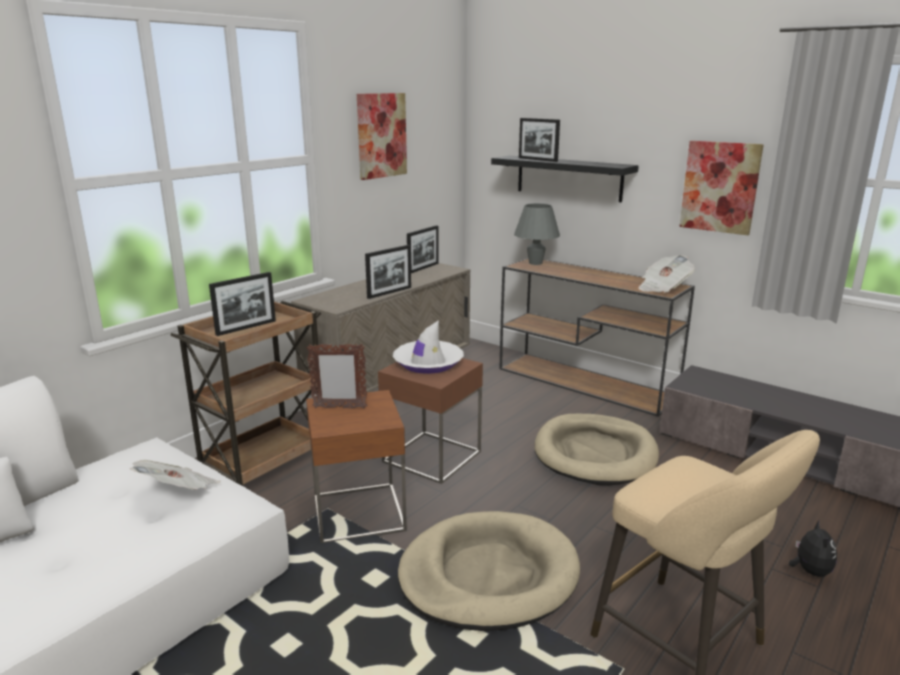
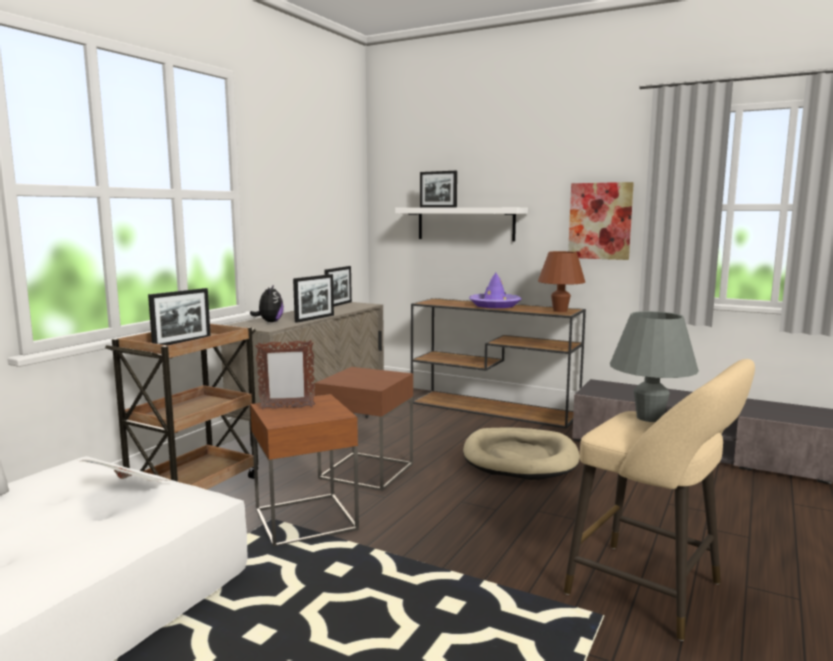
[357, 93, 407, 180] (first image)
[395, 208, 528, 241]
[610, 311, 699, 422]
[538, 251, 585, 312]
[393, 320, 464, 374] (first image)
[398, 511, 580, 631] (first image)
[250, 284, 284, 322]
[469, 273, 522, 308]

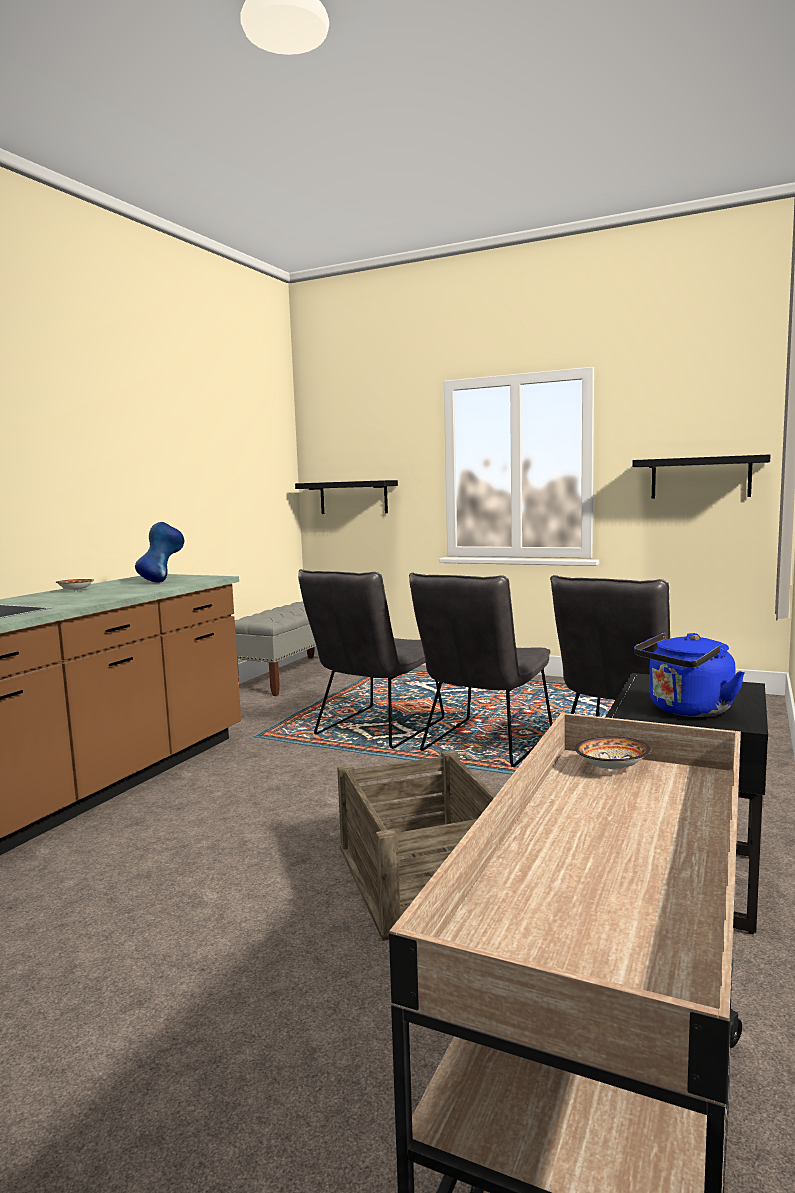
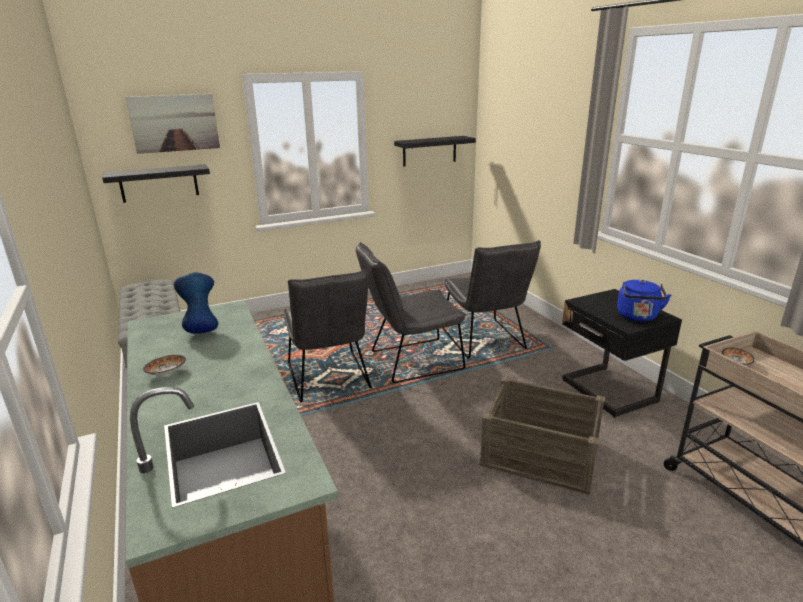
[356, 242, 466, 383]
[125, 94, 220, 154]

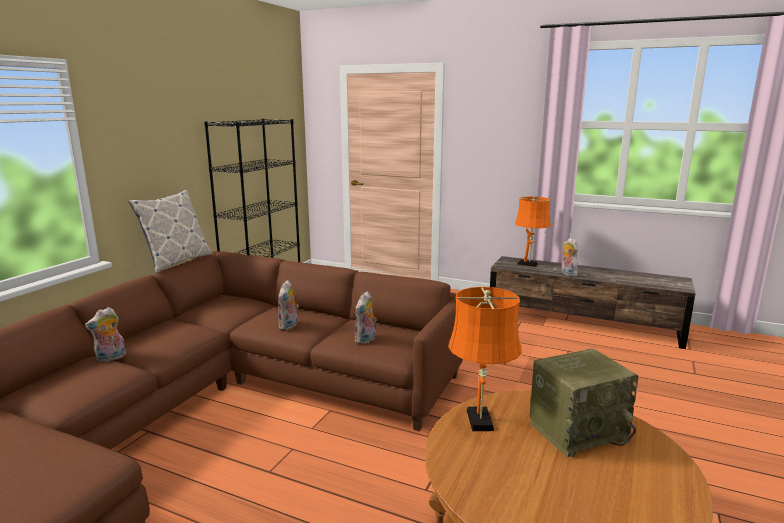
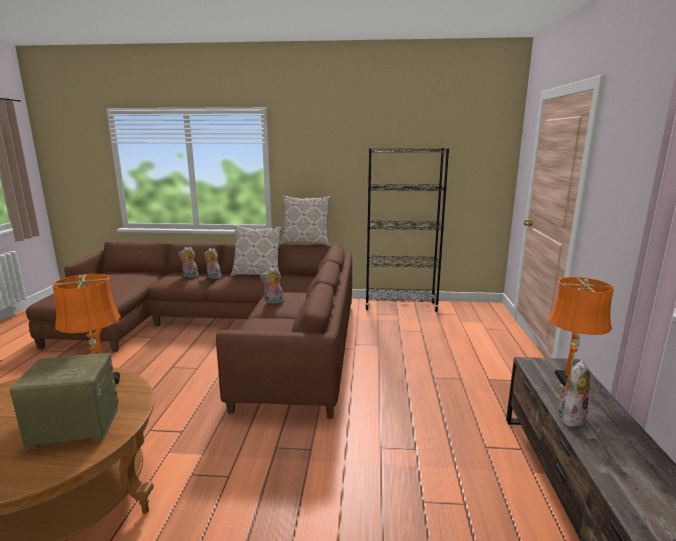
[178, 247, 199, 278]
[10, 353, 119, 450]
[230, 225, 282, 276]

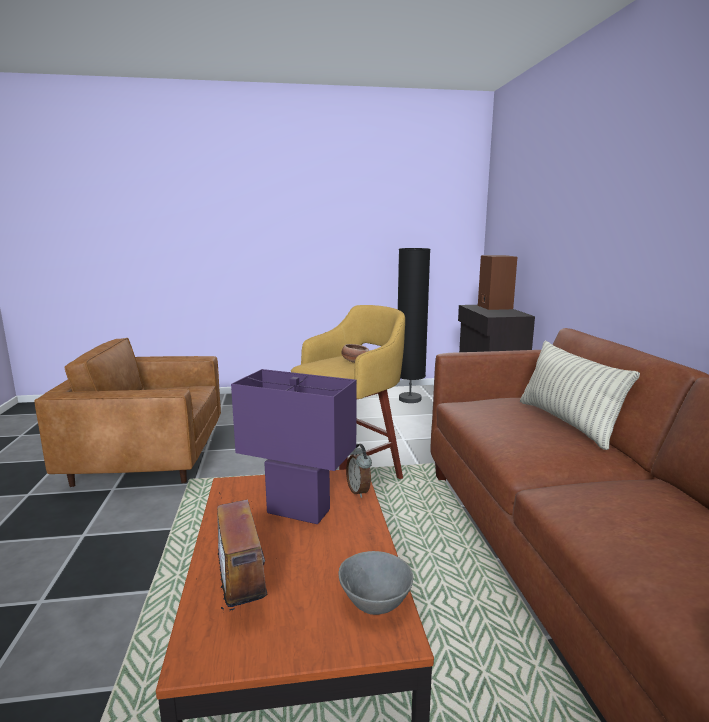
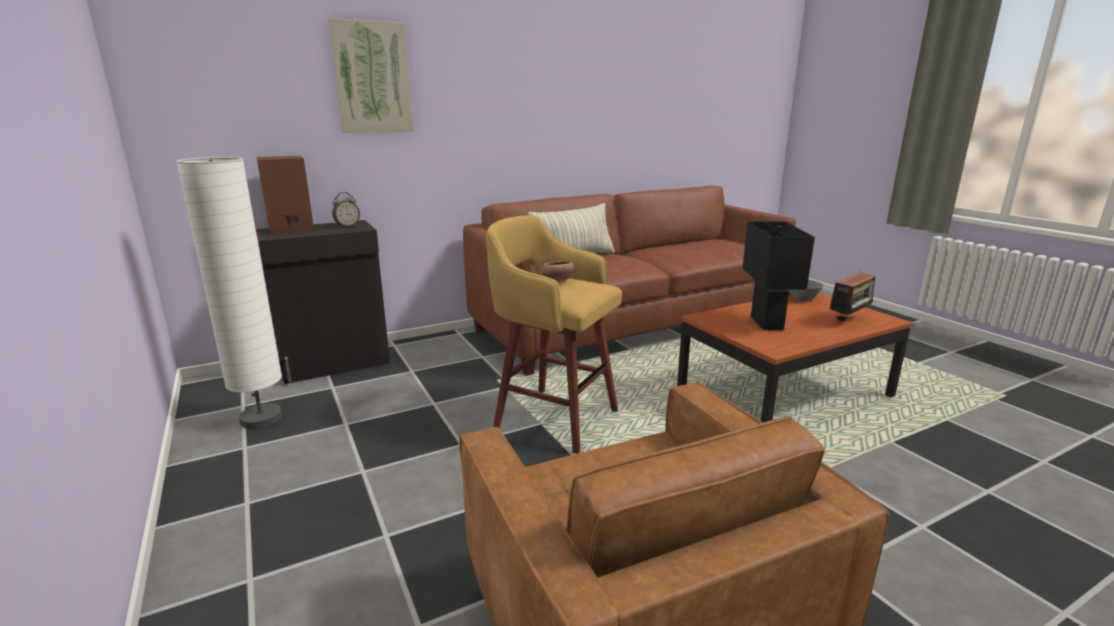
[176, 157, 282, 429]
[743, 221, 815, 330]
[332, 192, 360, 228]
[328, 18, 414, 133]

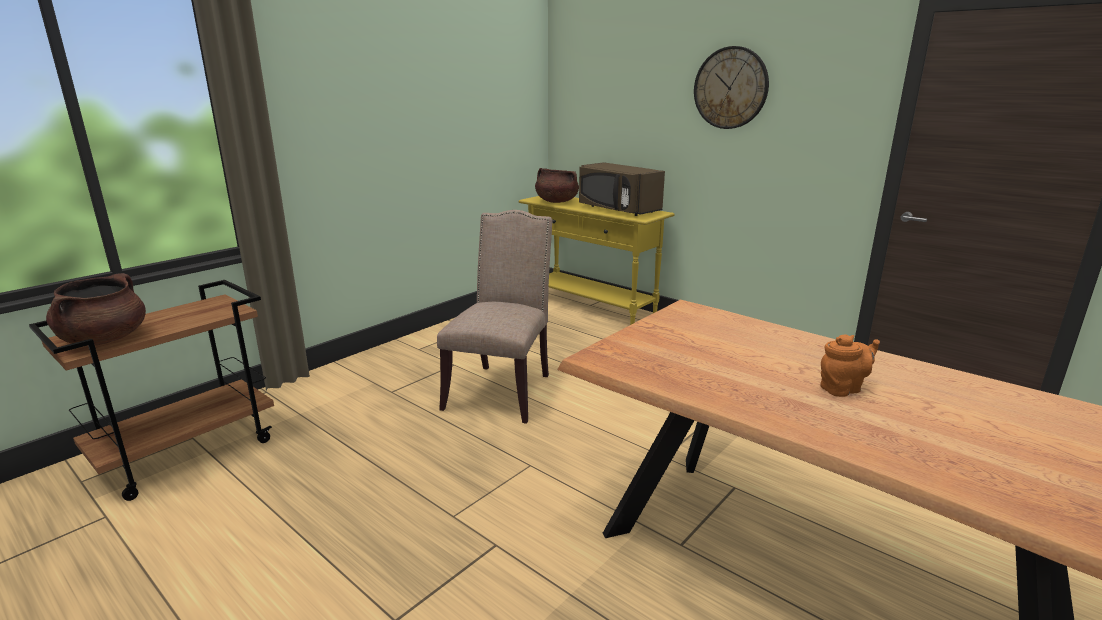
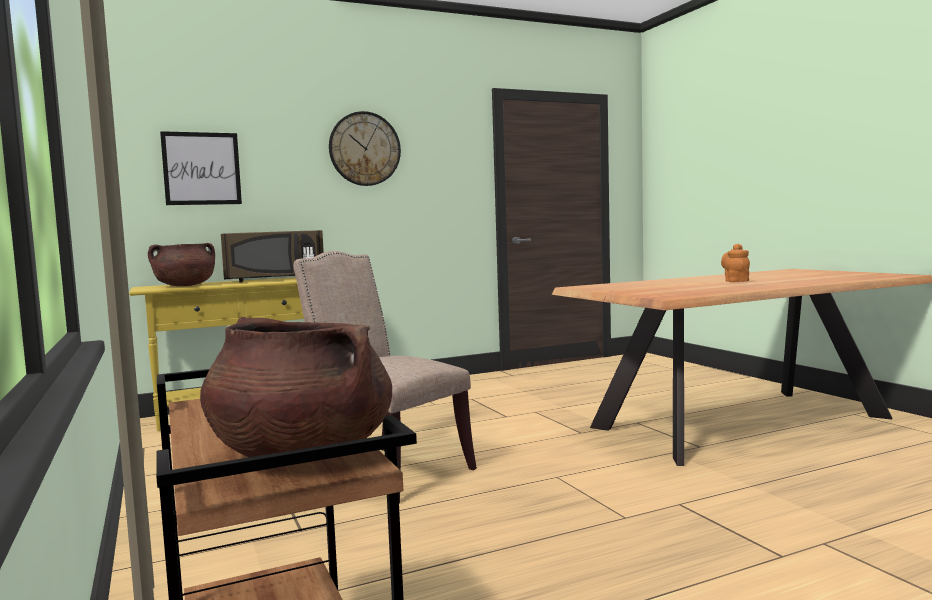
[160, 131, 242, 205]

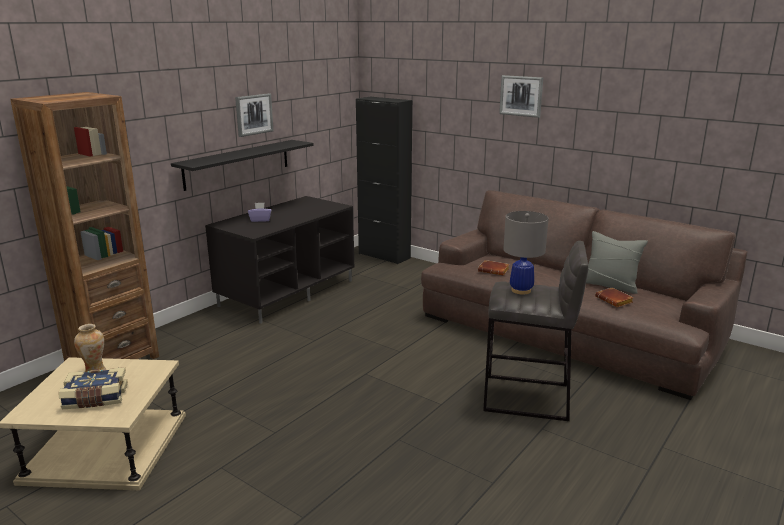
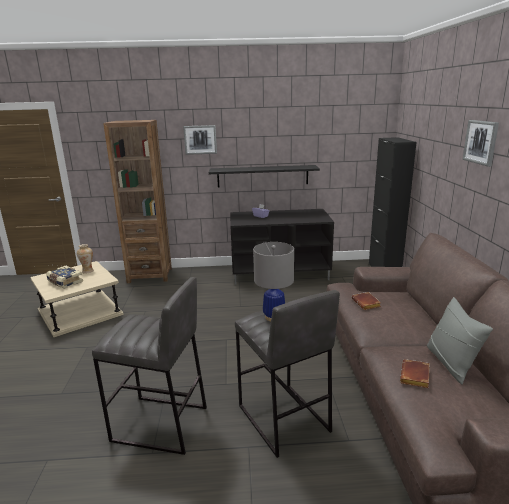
[183, 125, 217, 155]
[92, 277, 207, 455]

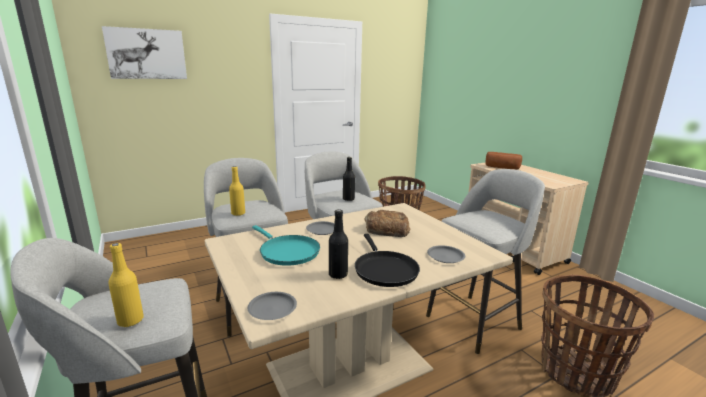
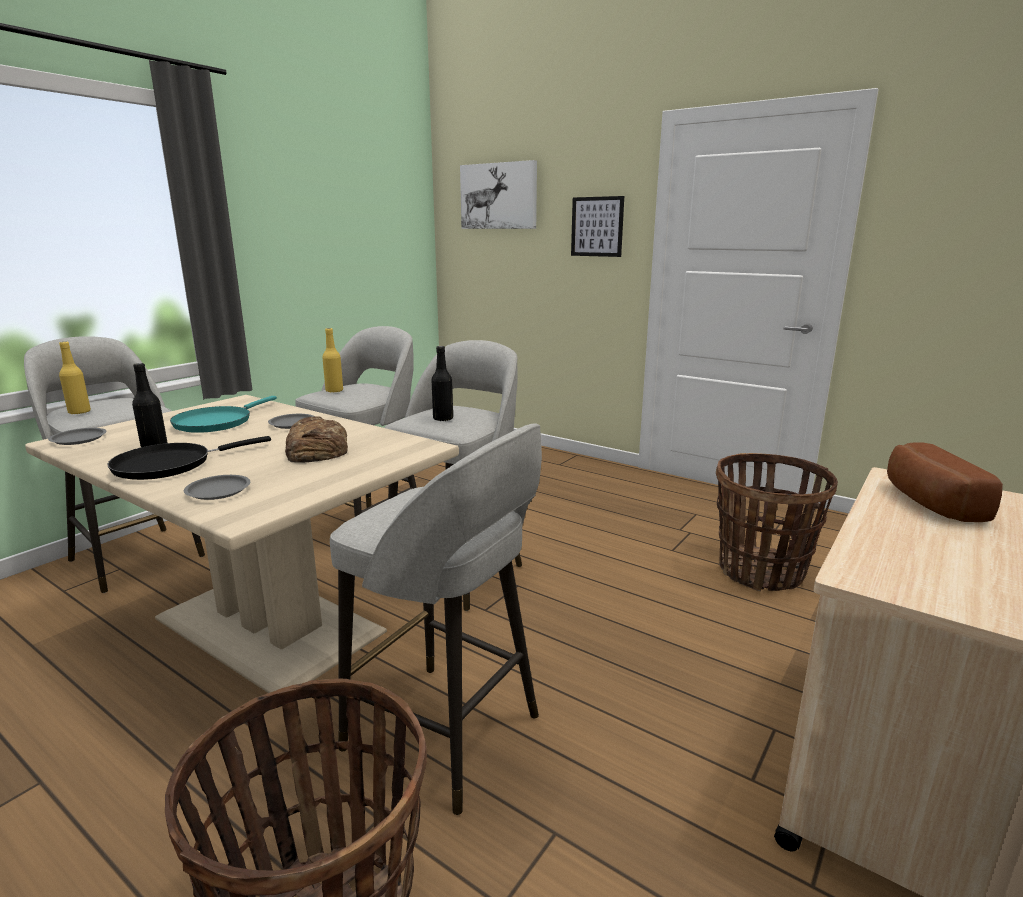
[571, 196, 624, 257]

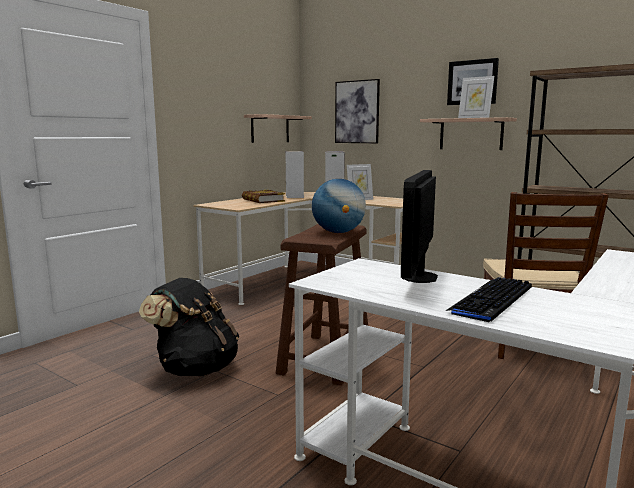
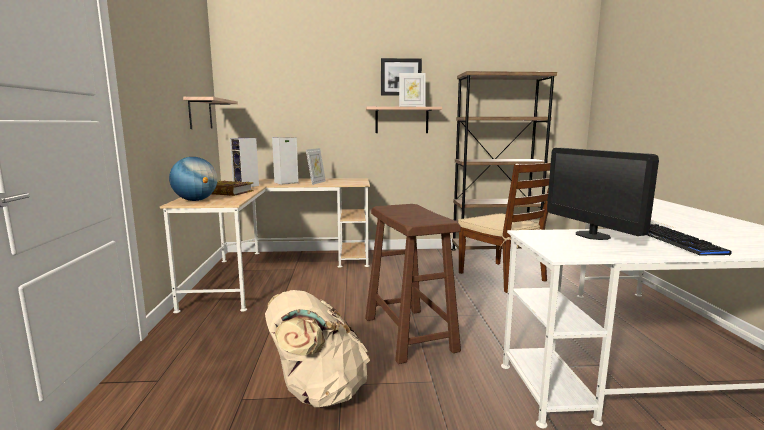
[335, 79, 380, 143] (first image)
[169, 157, 217, 201]
[265, 290, 370, 407]

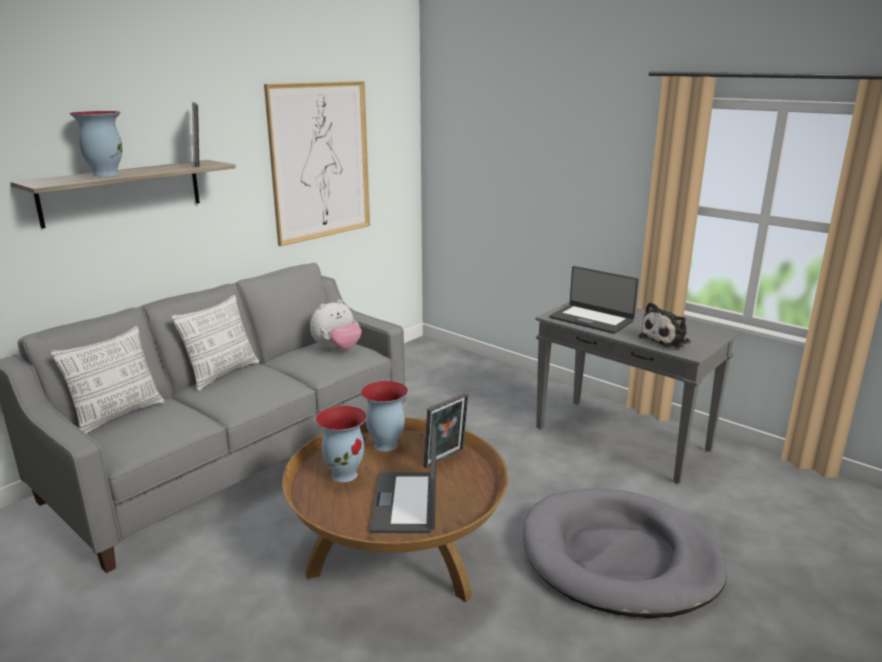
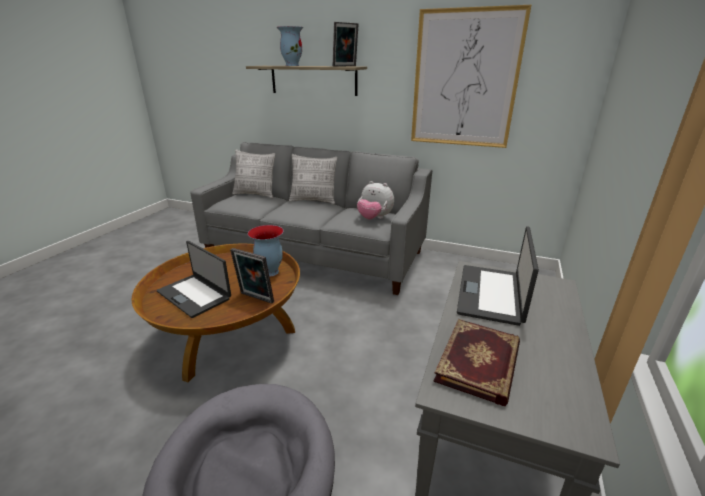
[433, 319, 520, 406]
[315, 405, 367, 482] (first image)
[157, 241, 231, 318]

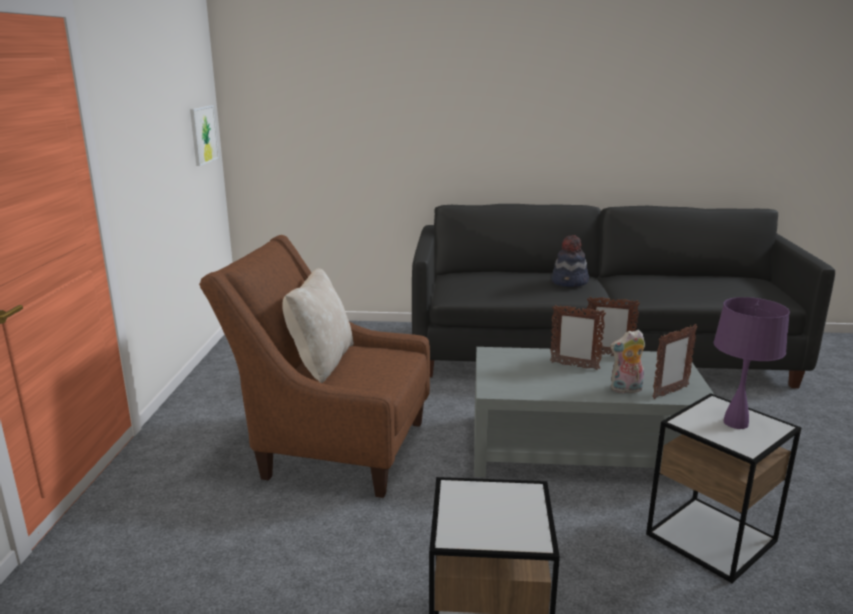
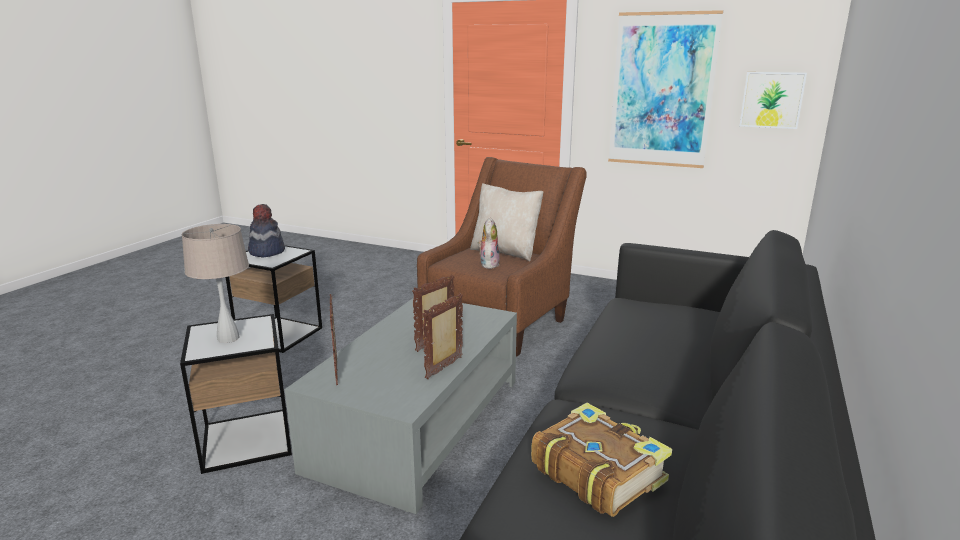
[248, 204, 285, 257]
[182, 224, 249, 343]
[478, 217, 500, 269]
[608, 10, 723, 168]
[531, 403, 672, 517]

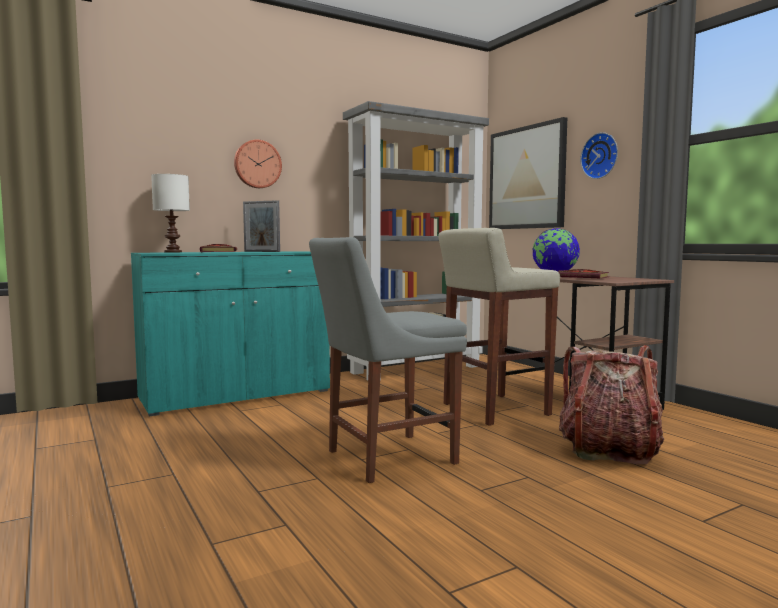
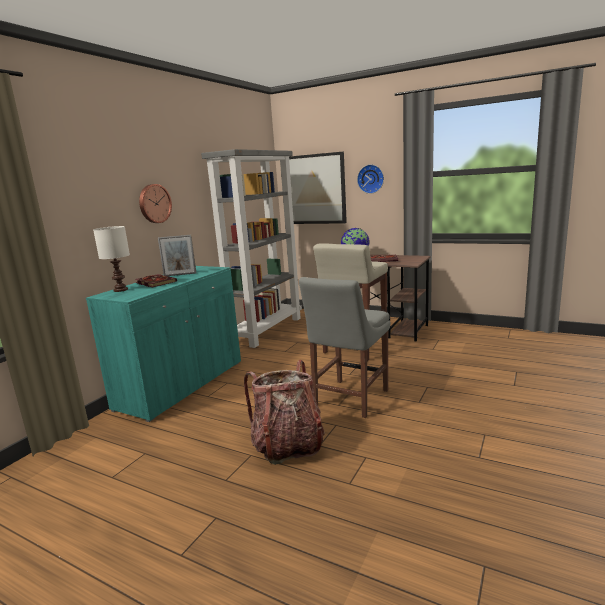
[244, 360, 325, 465]

